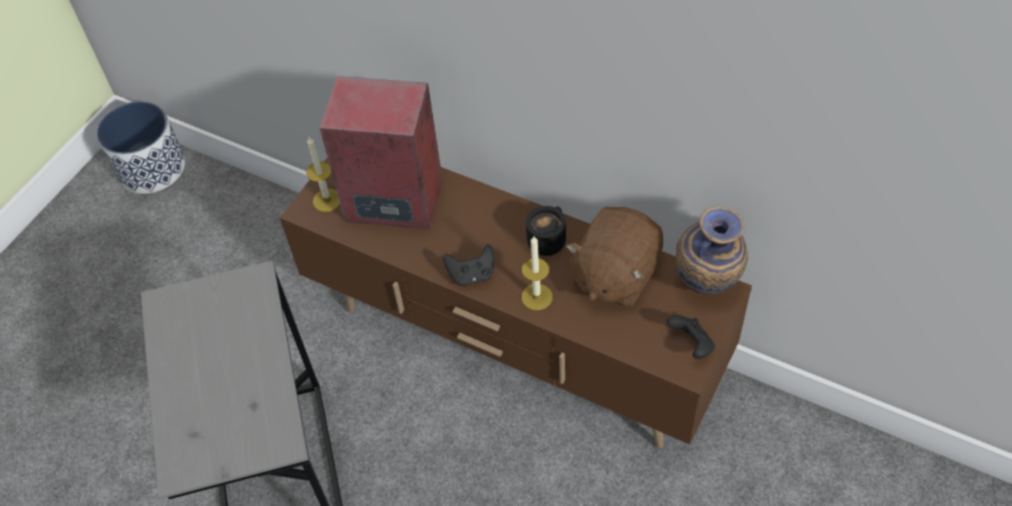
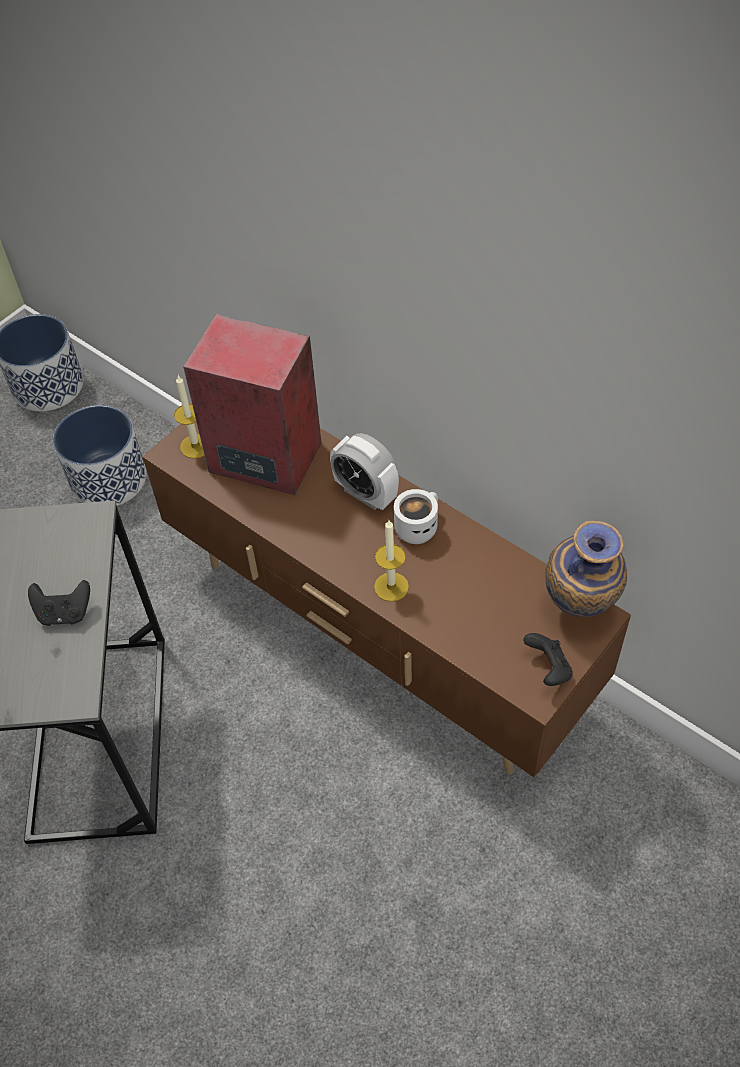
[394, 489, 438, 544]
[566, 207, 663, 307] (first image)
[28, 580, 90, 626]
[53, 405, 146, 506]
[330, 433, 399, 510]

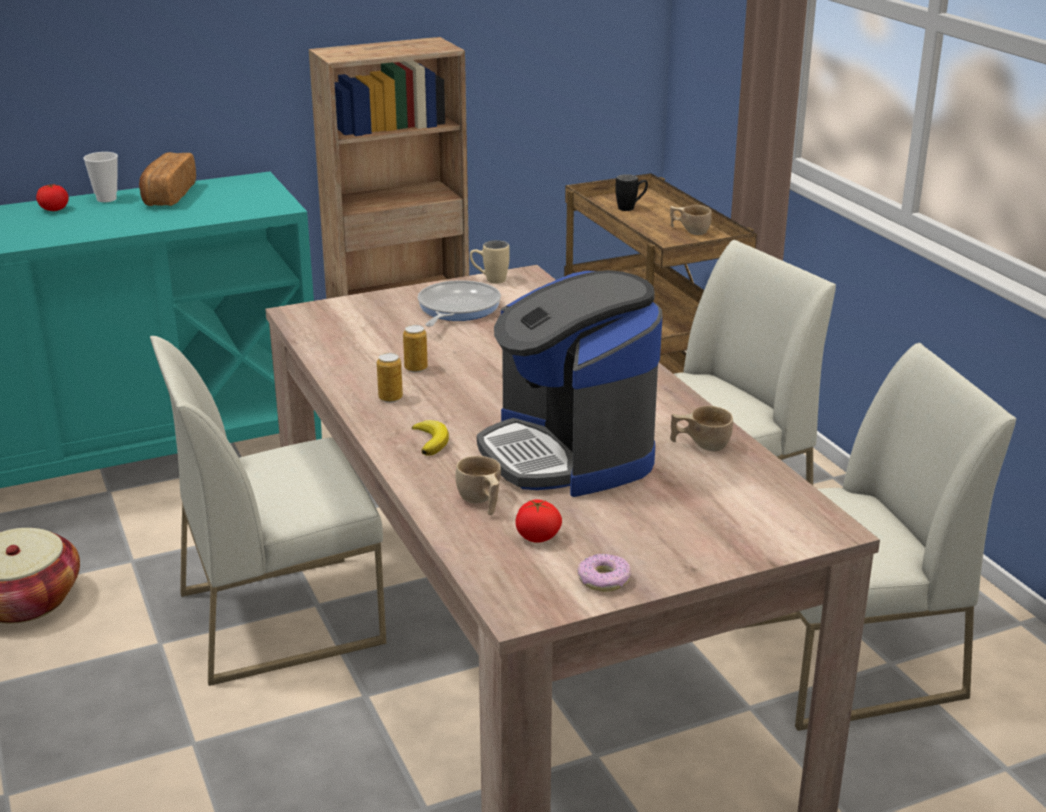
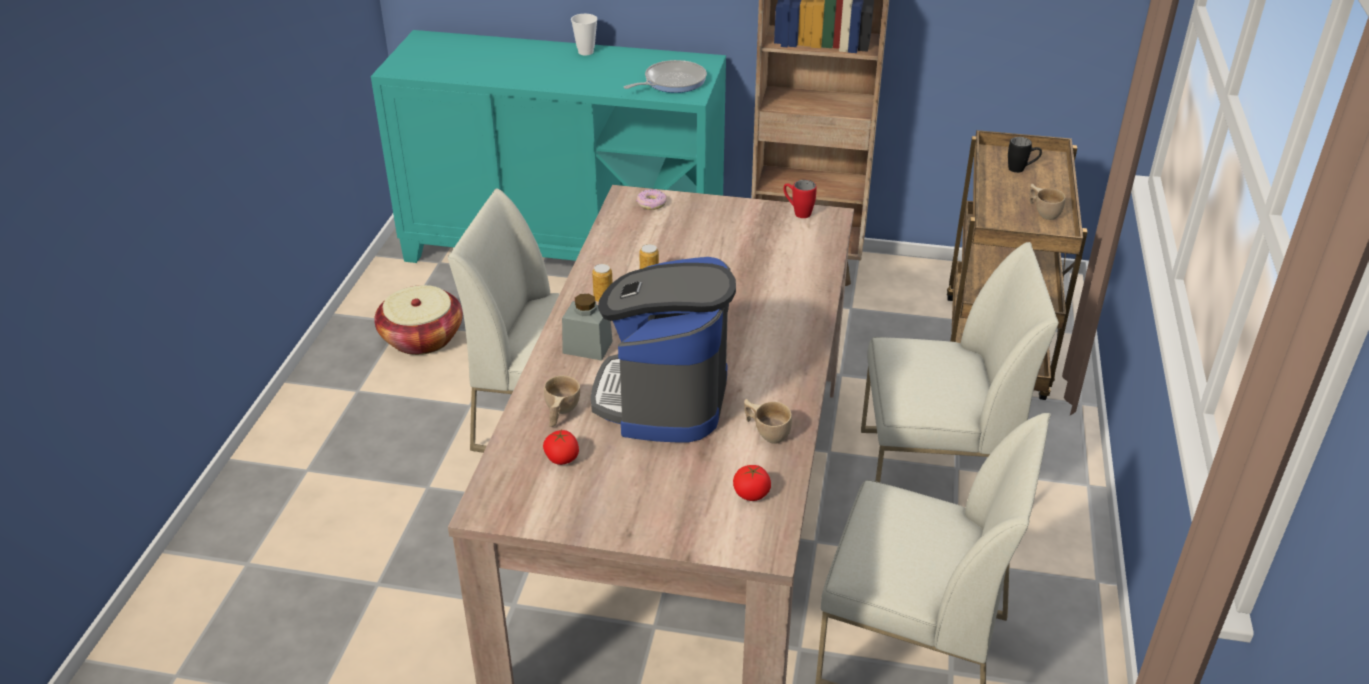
[139, 152, 196, 206] (first image)
[733, 465, 771, 501]
[784, 180, 817, 218]
[624, 60, 707, 93]
[562, 294, 613, 361]
[636, 189, 667, 210]

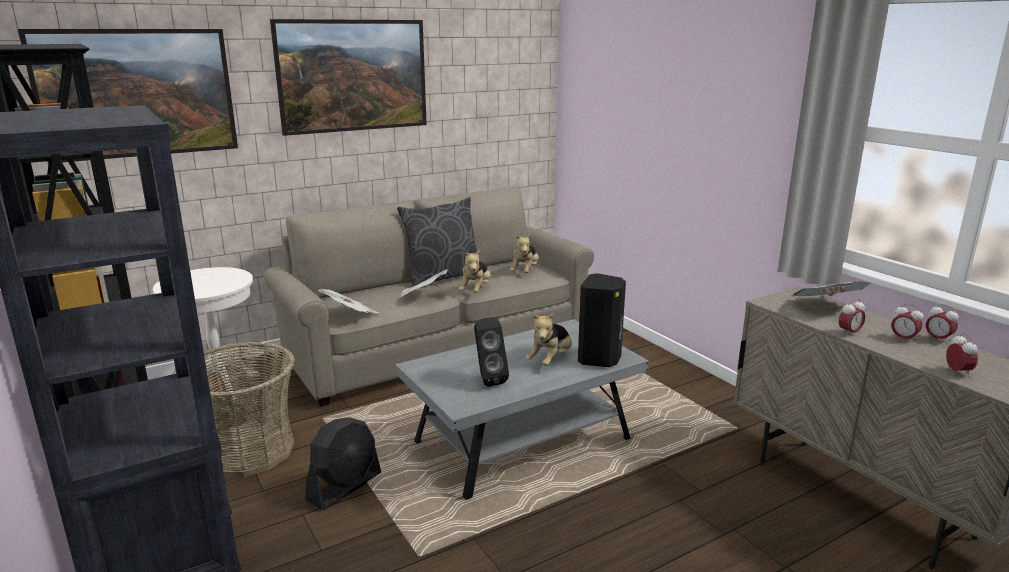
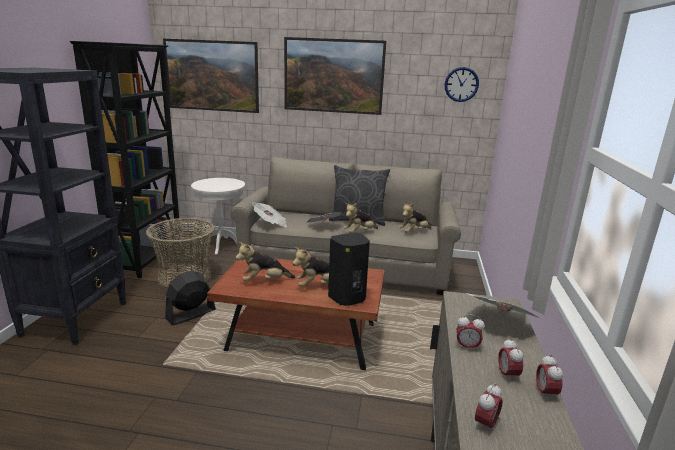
[236, 242, 296, 281]
[207, 258, 385, 370]
[165, 271, 216, 325]
[445, 67, 479, 102]

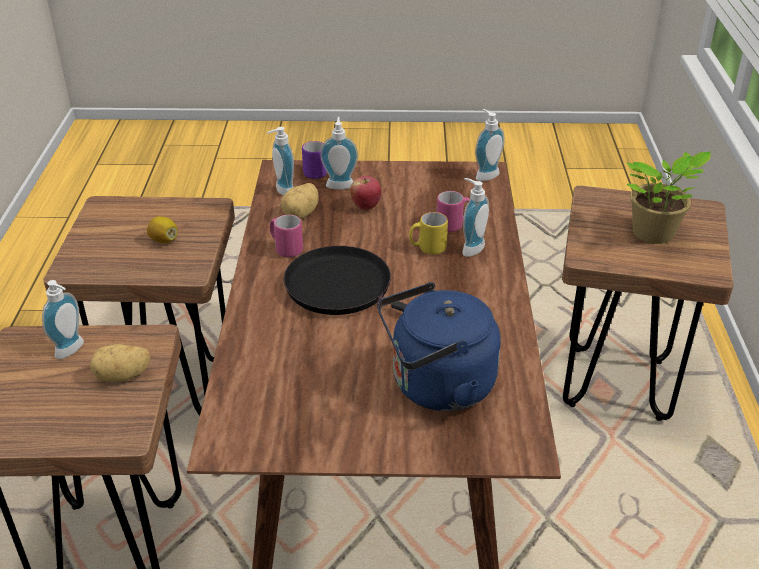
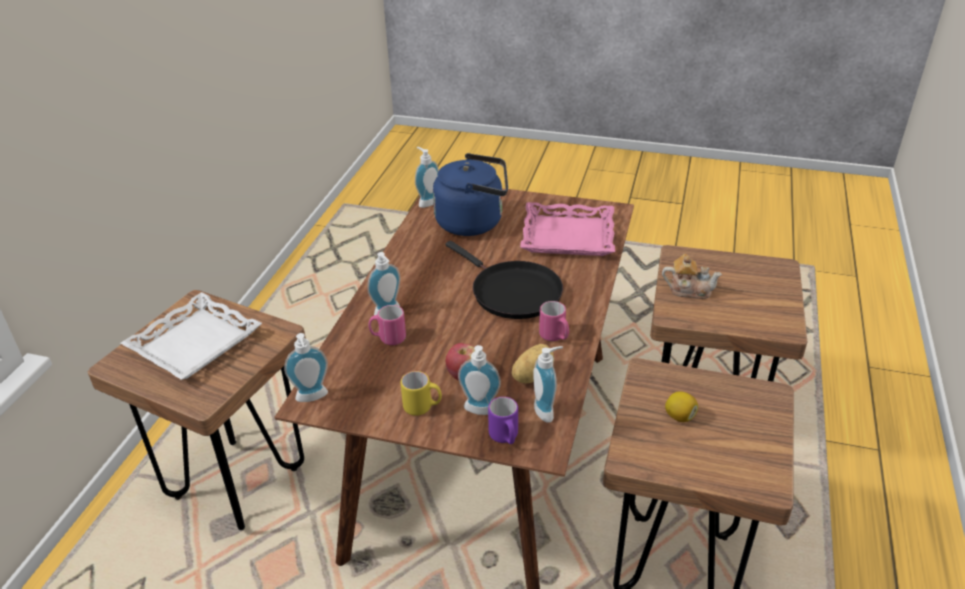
[121, 292, 262, 380]
[401, 371, 442, 416]
[415, 147, 439, 208]
[662, 254, 722, 299]
[520, 202, 615, 256]

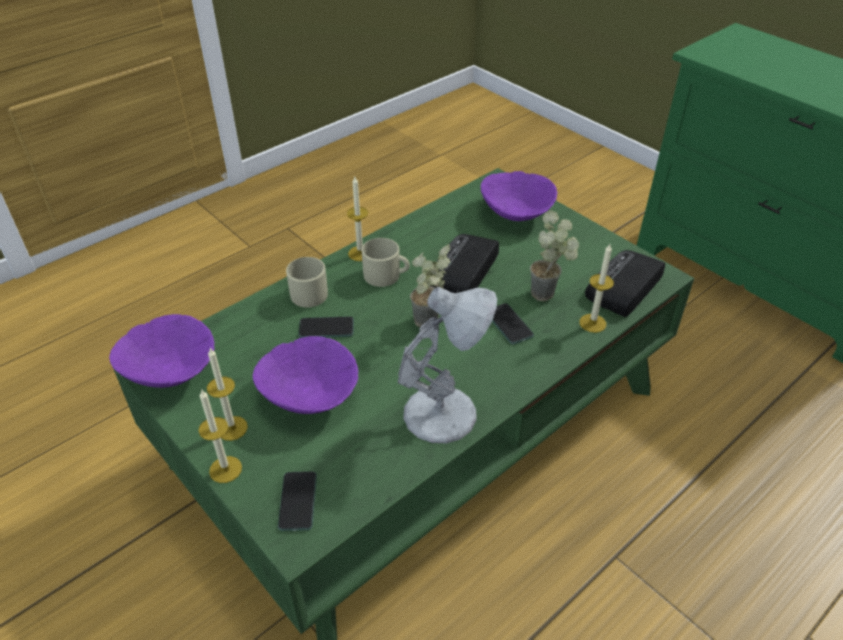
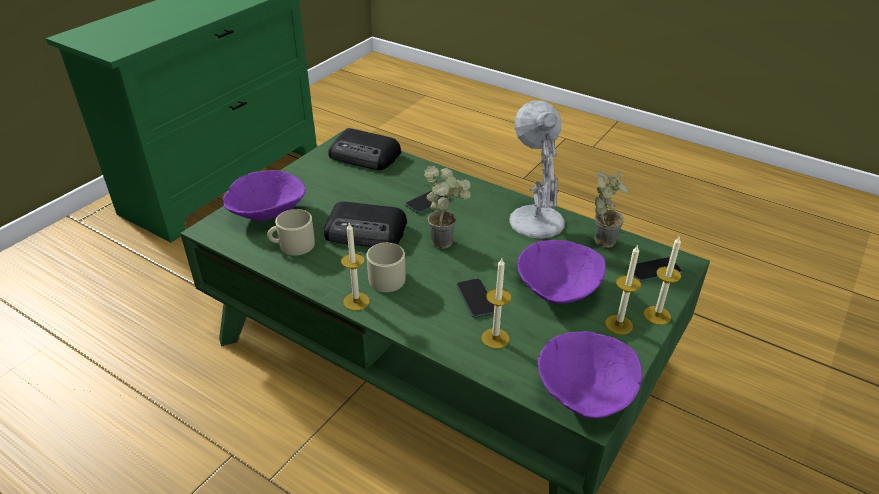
[595, 169, 628, 248]
[482, 259, 511, 349]
[267, 209, 315, 255]

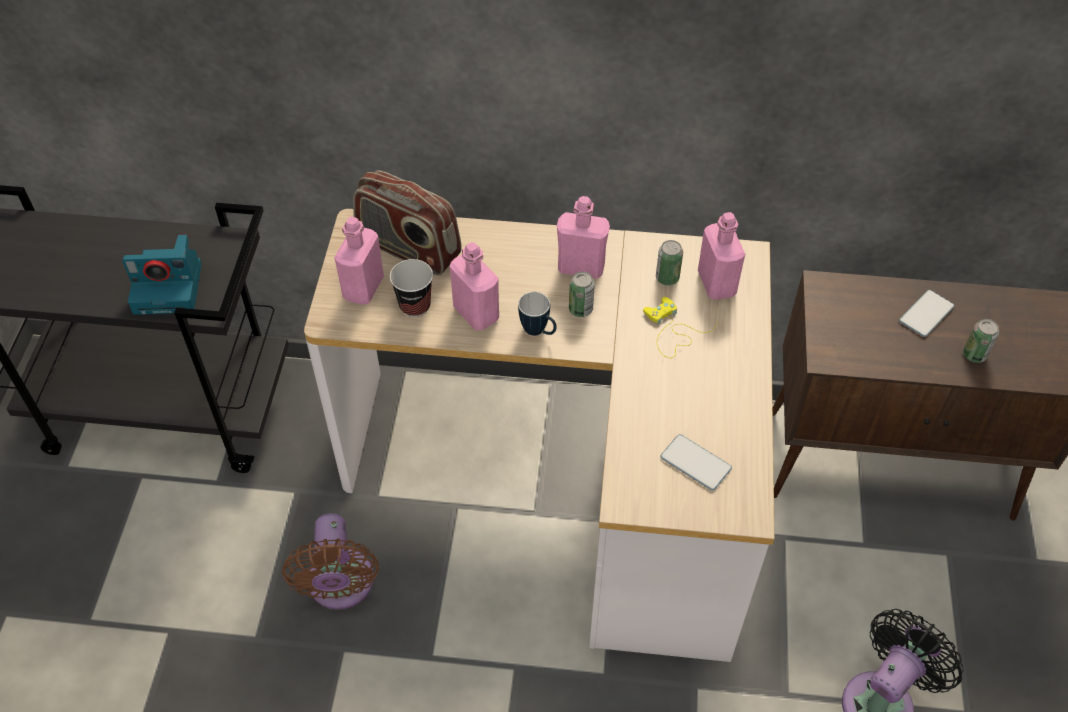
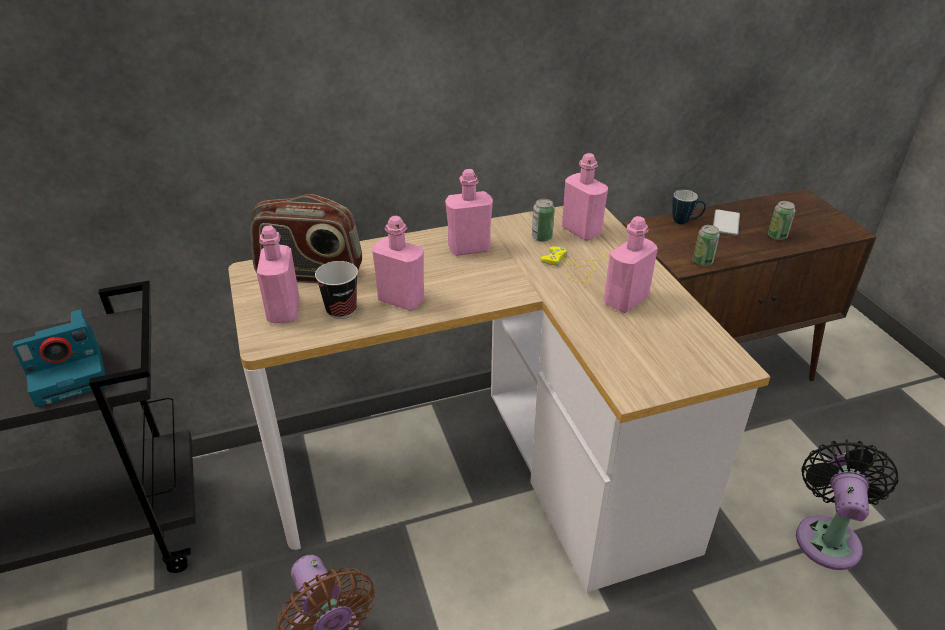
[693, 225, 720, 266]
[672, 190, 706, 224]
[660, 434, 732, 491] (first image)
[604, 216, 658, 313]

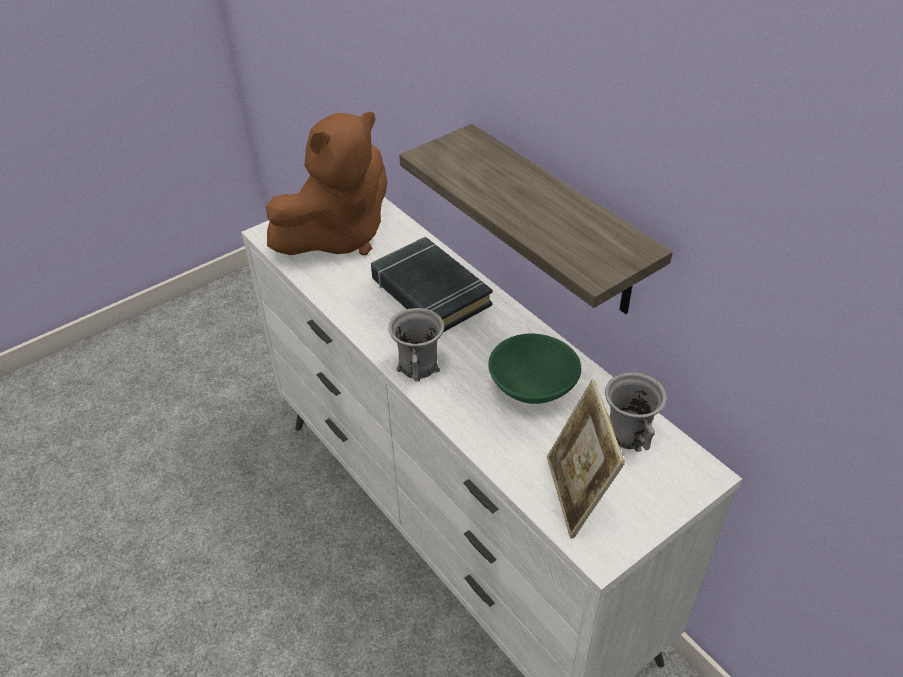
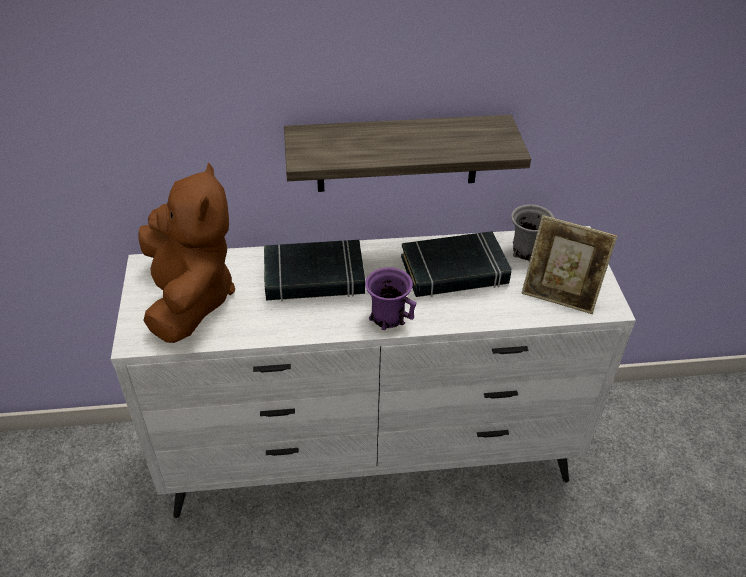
[365, 267, 416, 330]
[401, 231, 512, 297]

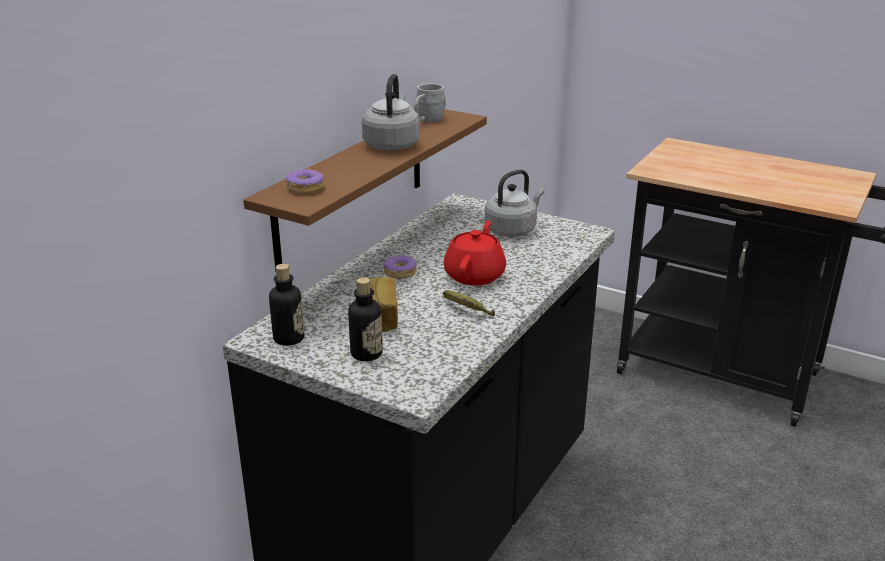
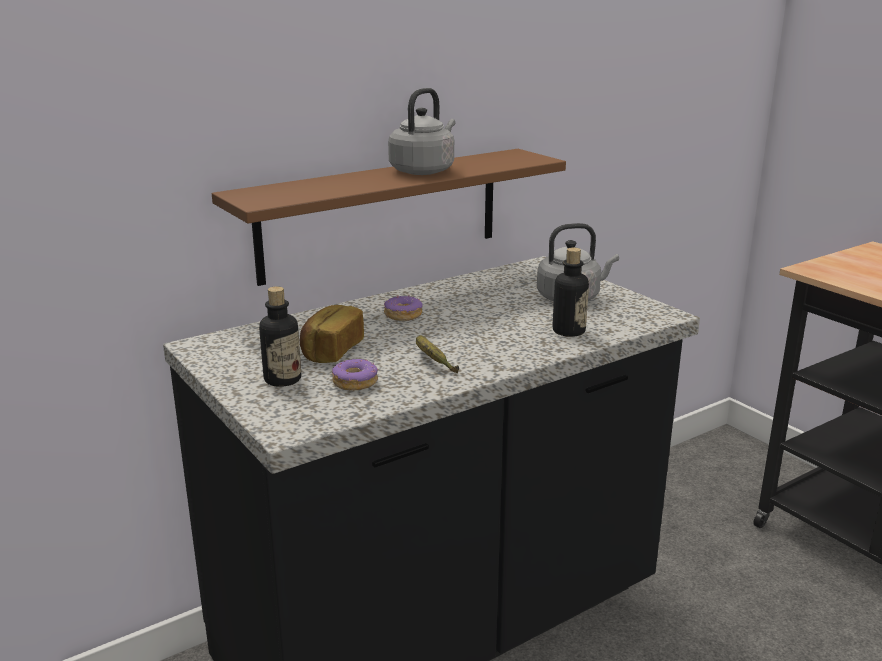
[414, 84, 446, 123] (first image)
[332, 359, 378, 391]
[444, 220, 506, 286] (first image)
[552, 248, 589, 337]

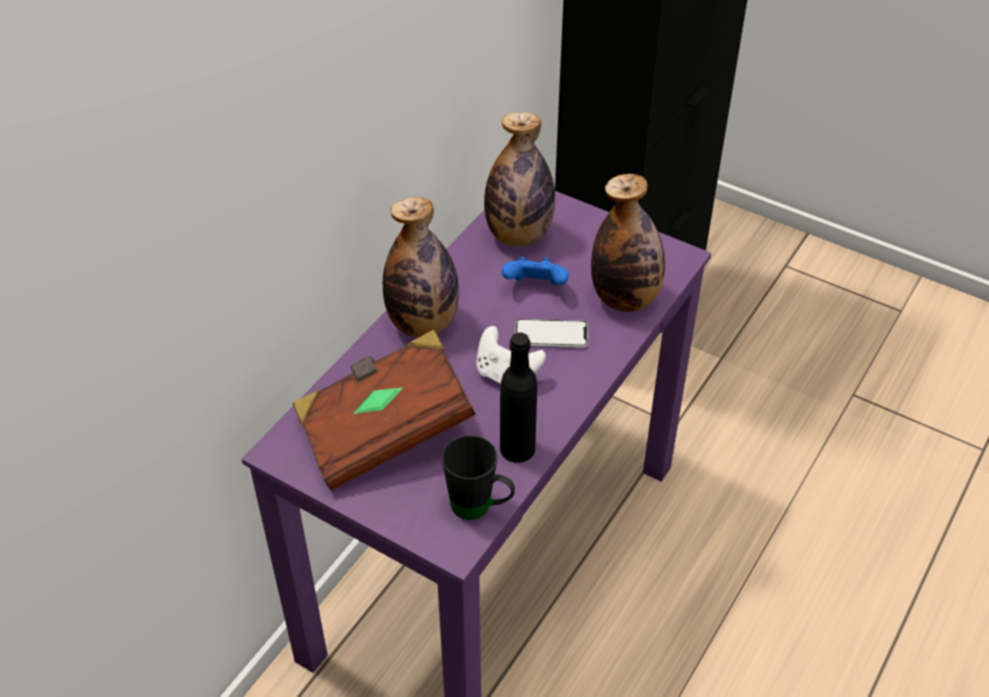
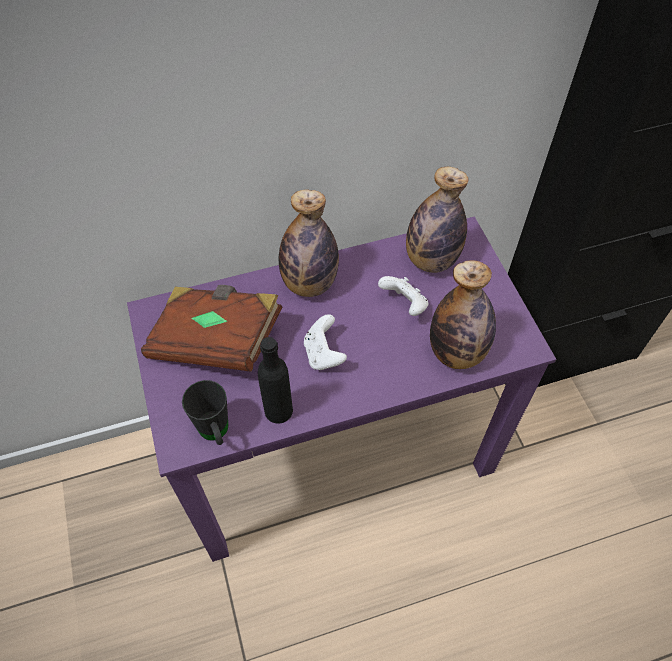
[378, 276, 428, 316]
[515, 319, 588, 348] (first image)

